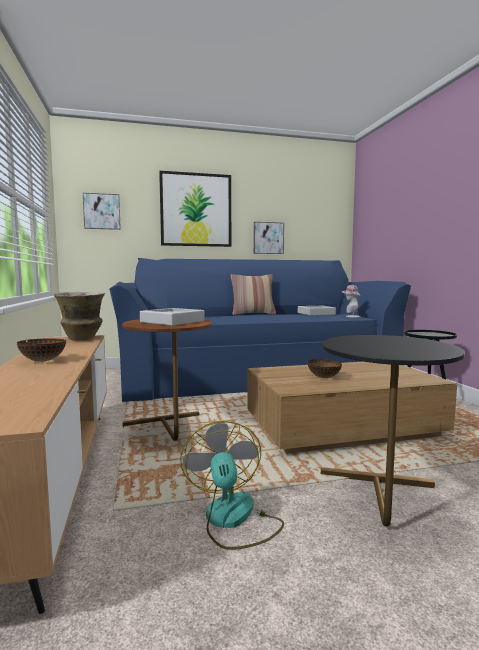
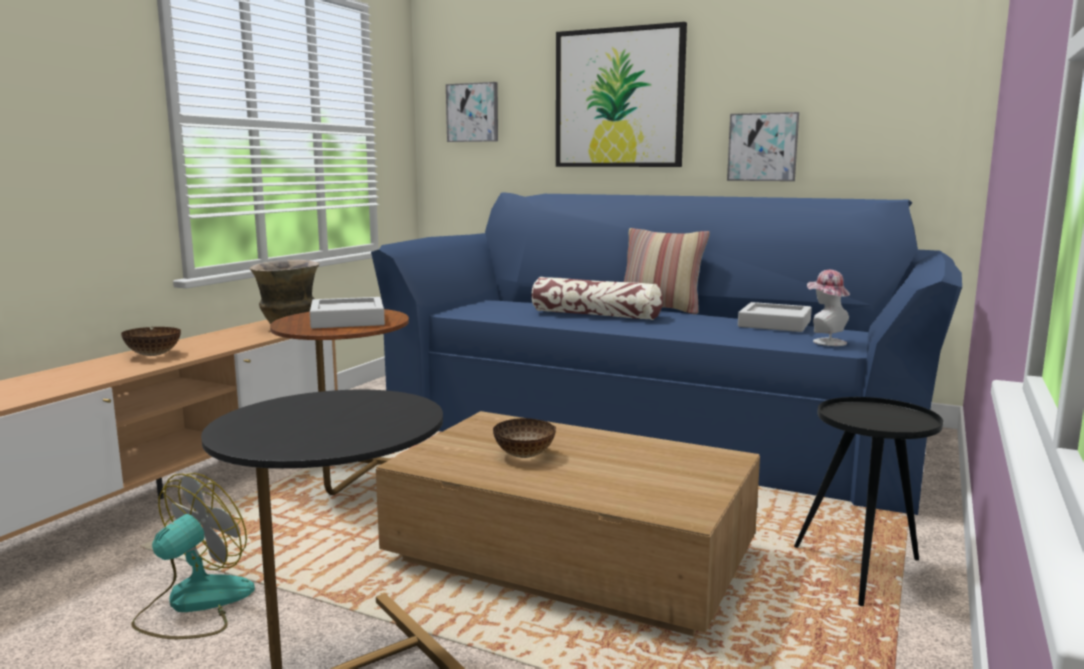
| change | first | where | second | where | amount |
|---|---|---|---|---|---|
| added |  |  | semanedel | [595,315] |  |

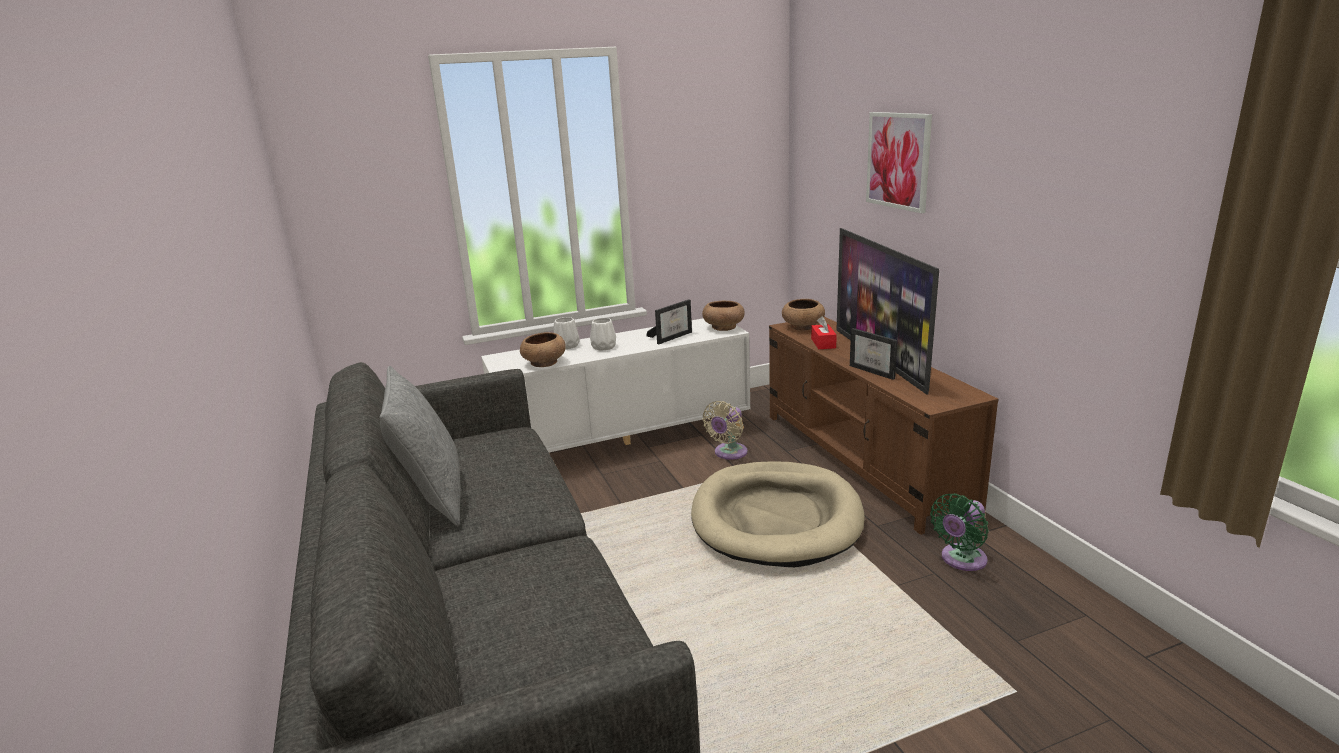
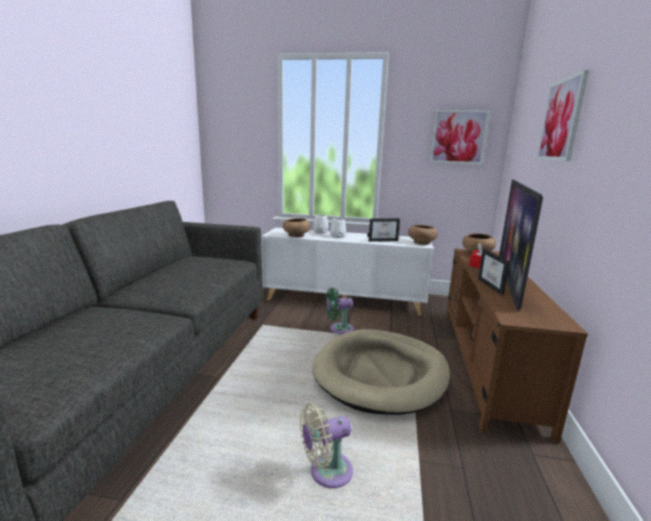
| change | first | where | second | where | amount |
|---|---|---|---|---|---|
| removed | grey semanedel | [432,497] |  |  |  |
| moved | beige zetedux | [728,453] |  | [326,472] |  |
| moved | green zetedux | [961,560] |  | [339,329] |  |
| added |  |  | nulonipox | [458,137] |  |

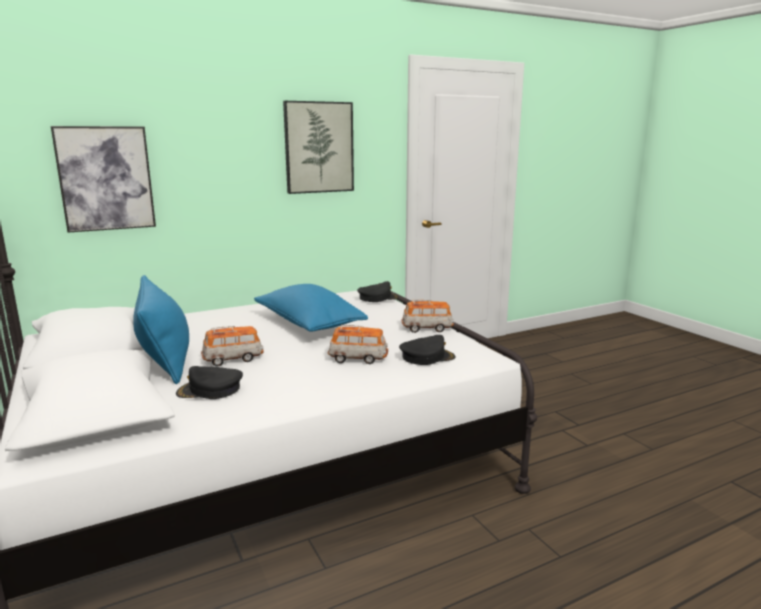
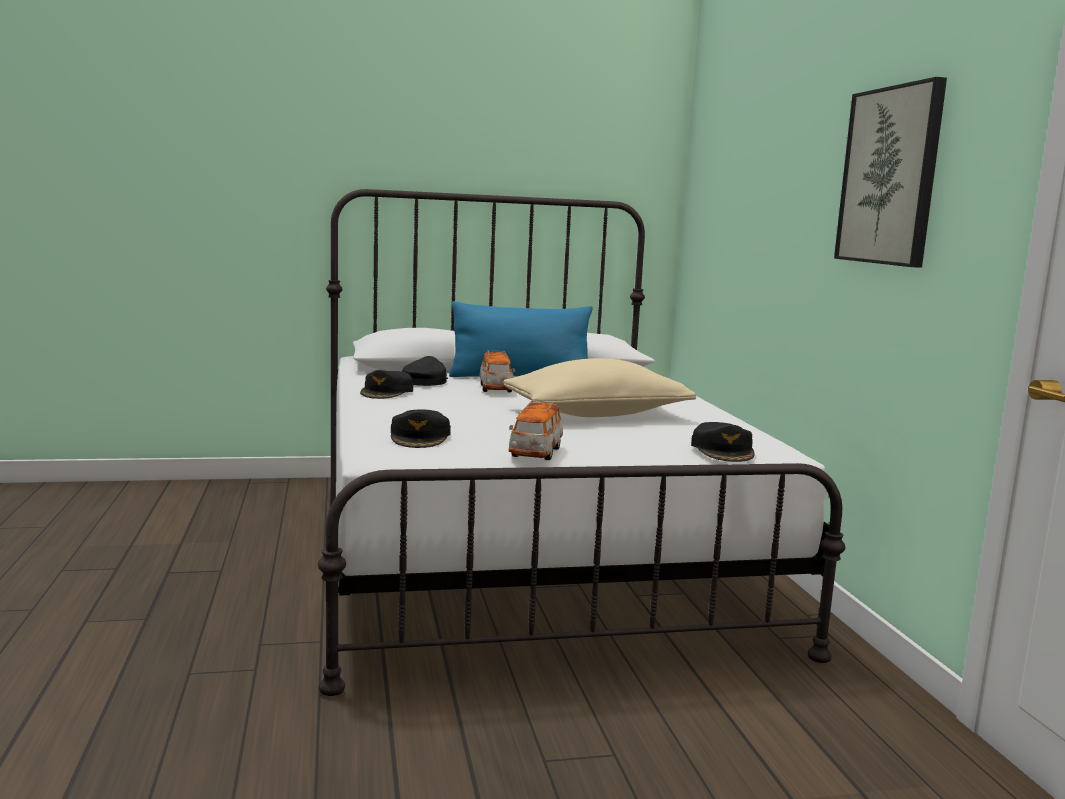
| change | first | where | second | where | amount |
|---|---|---|---|---|---|
| removed | nulonipox | [106,178] |  |  |  |
| recoloured | blue semanedel | [308,325] | beige semanedel | [596,414] |  |
| removed | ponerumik | [358,359] |  |  |  |
| added |  |  | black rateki | [387,392] |  |

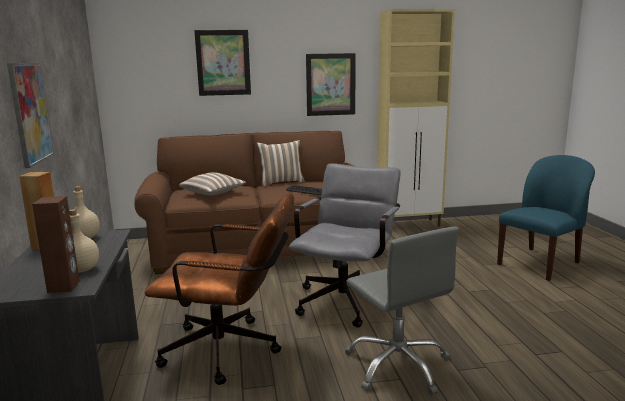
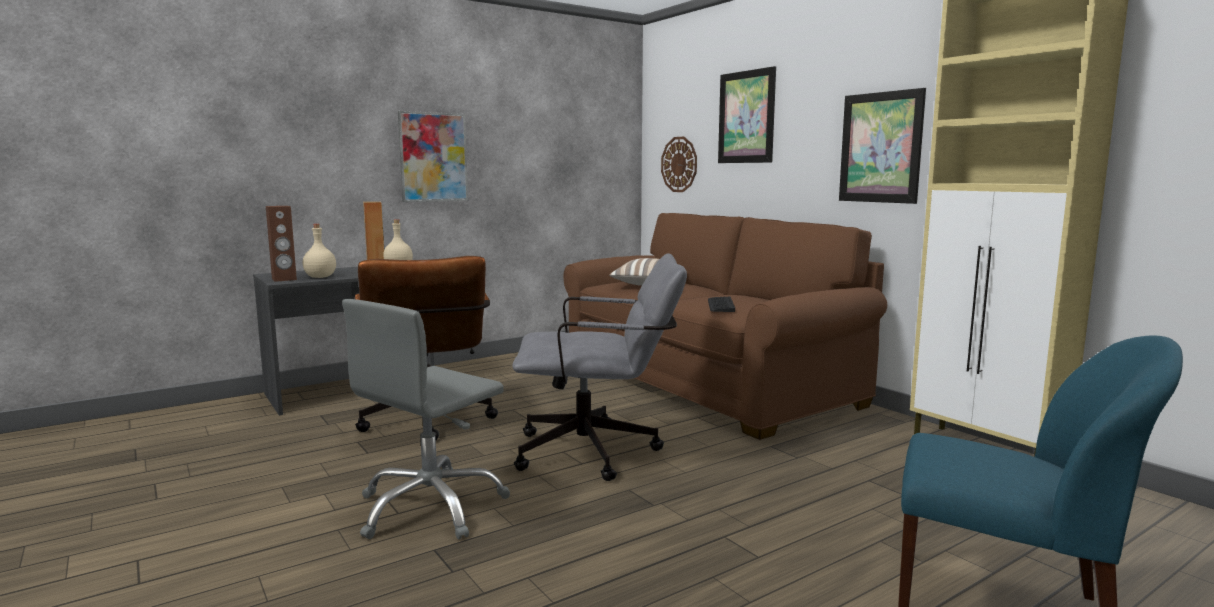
| change | first | where | second | where | amount |
|---|---|---|---|---|---|
| removed | semanedel | [281,182] |  |  |  |
| added |  |  | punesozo | [679,164] |  |

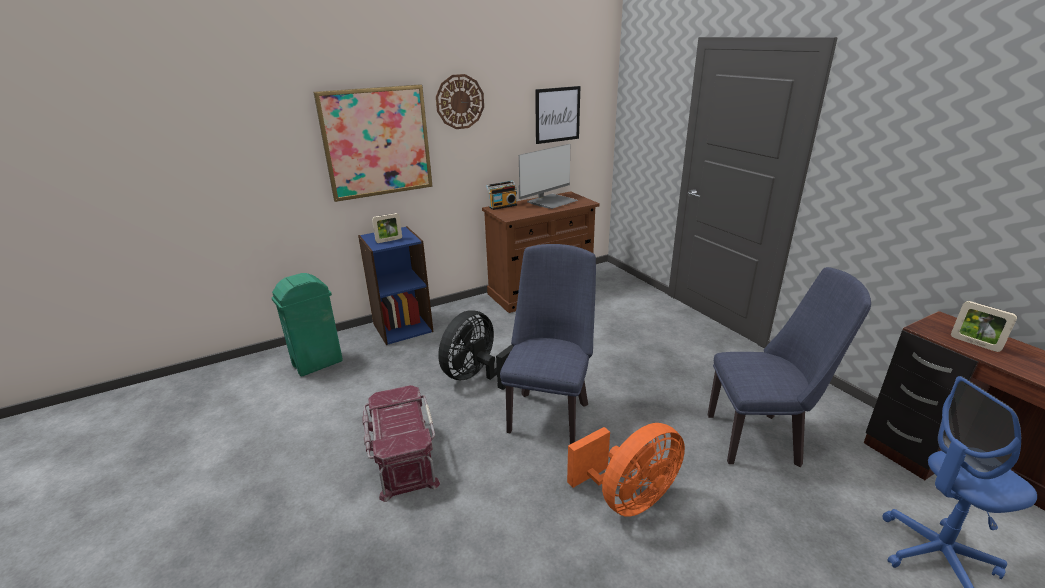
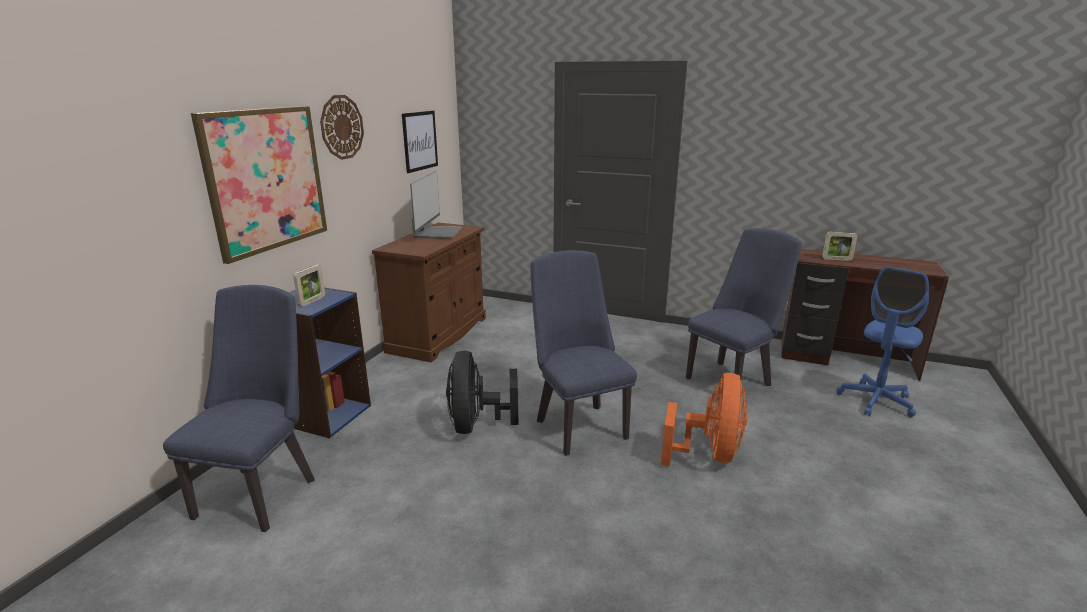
| change | first | where | second | where | amount |
|---|---|---|---|---|---|
| removed | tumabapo | [502,206] |  |  |  |
| replaced | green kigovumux | [318,363] | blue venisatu | [261,491] |  |
| removed | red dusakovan | [402,457] |  |  |  |

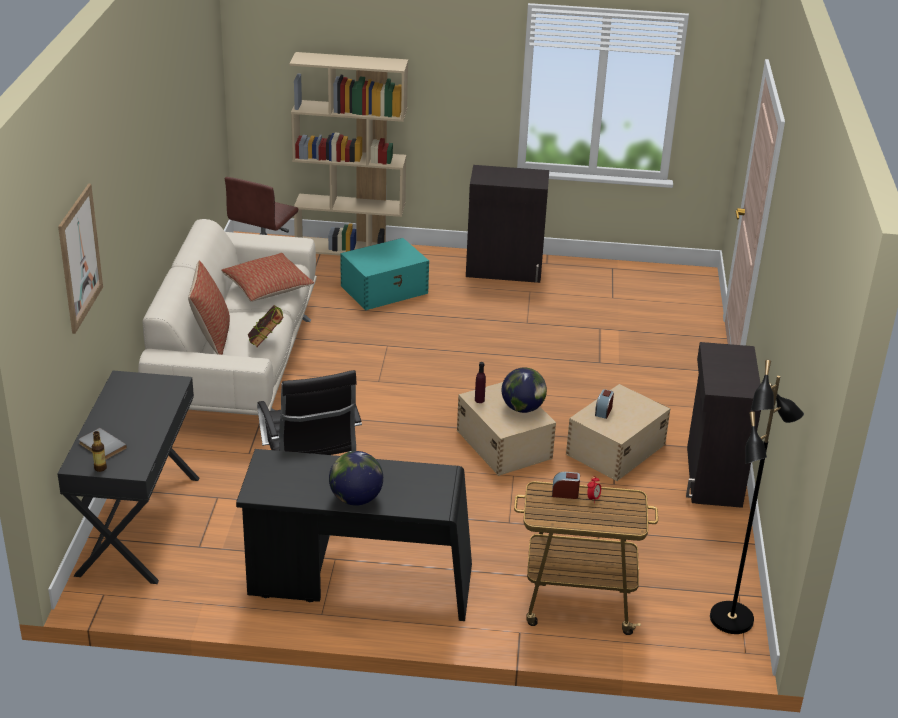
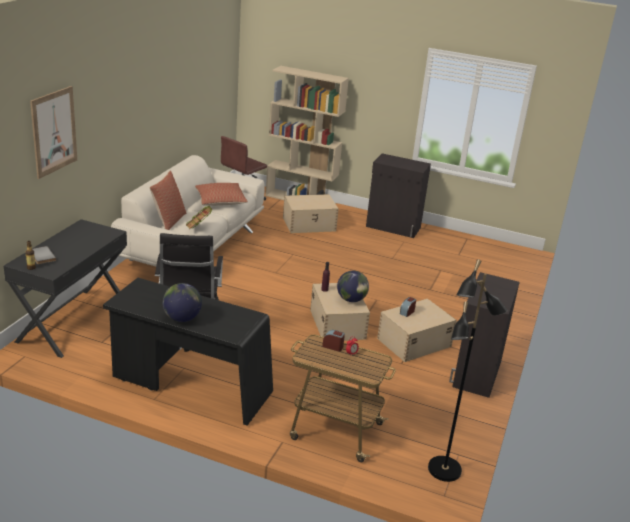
| change | first | where | second | where | amount |
|---|---|---|---|---|---|
| recoloured | turquoise dusakovan | [385,289] | beige dusakovan | [309,224] |  |

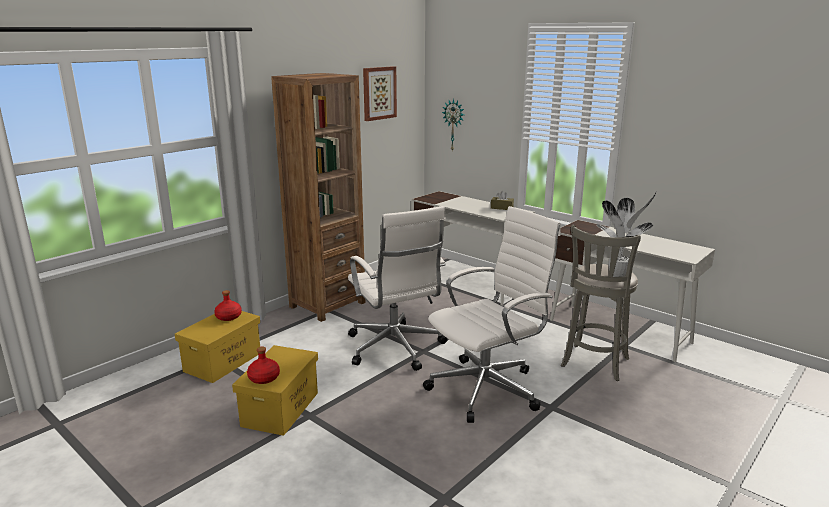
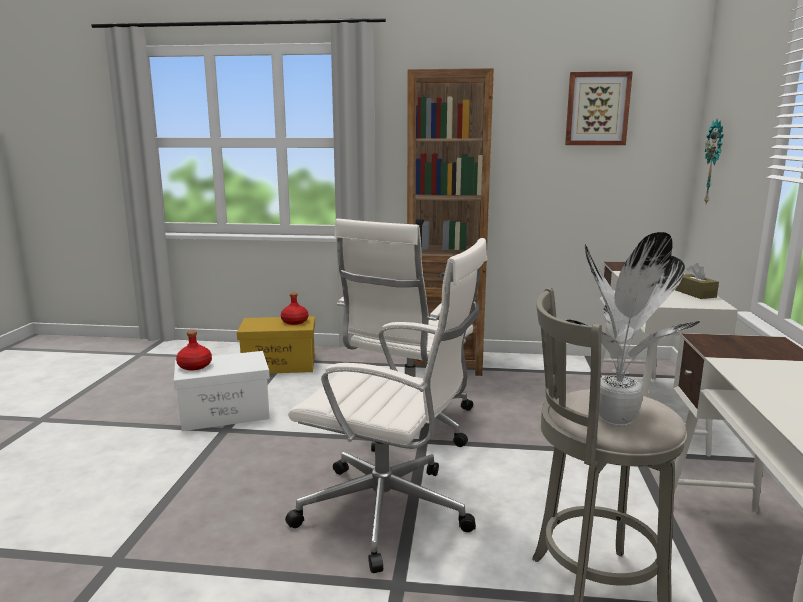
| change | first | where | second | where | amount |
|---|---|---|---|---|---|
| recoloured | yellow dusakovan | [280,408] | white dusakovan | [226,413] |  |

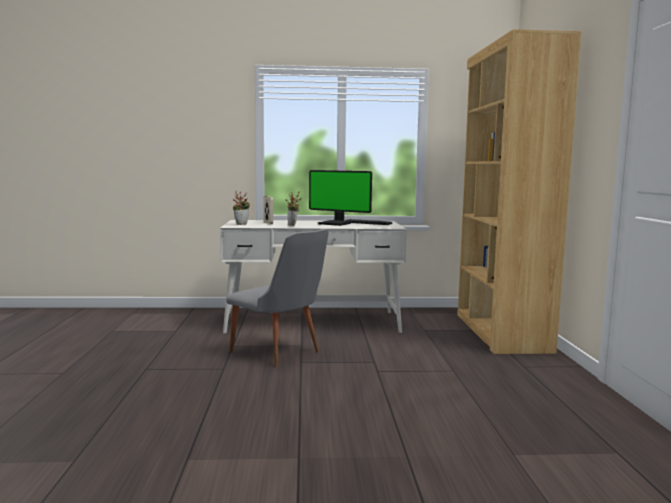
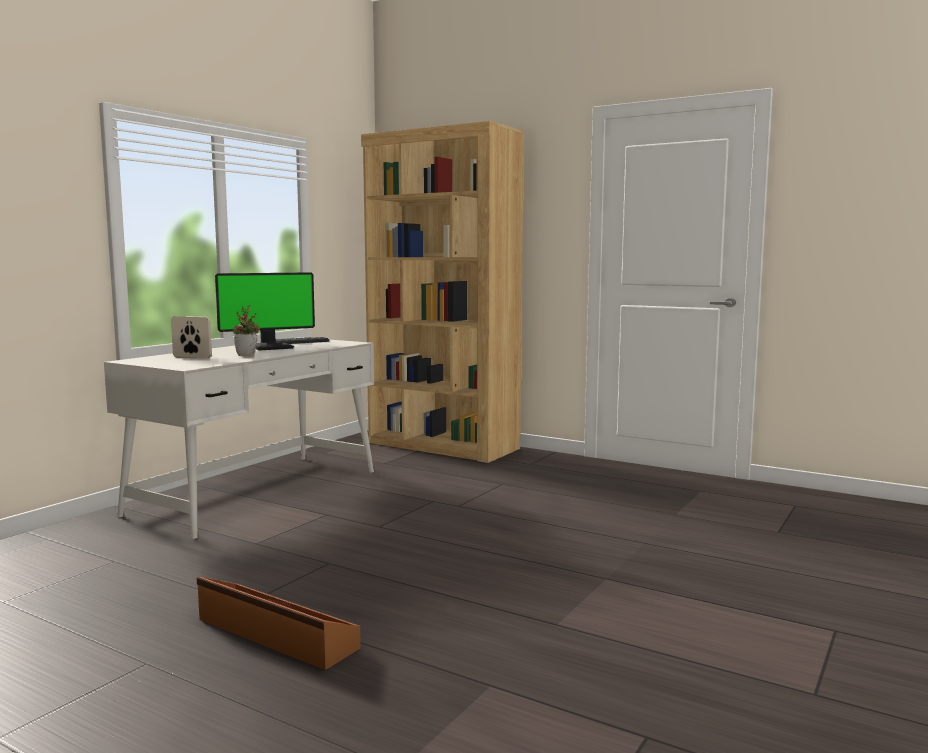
| change | first | where | second | where | amount |
|---|---|---|---|---|---|
| removed | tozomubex | [241,224] |  |  |  |
| removed | grey venisatu | [280,353] |  |  |  |
| added |  |  | brown dusakovan | [275,634] |  |

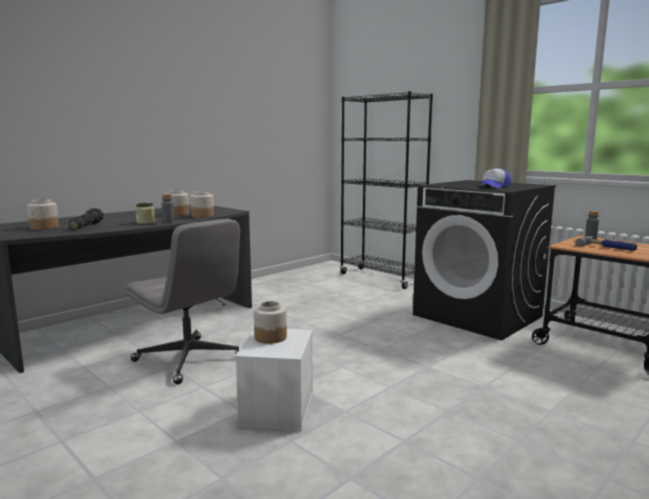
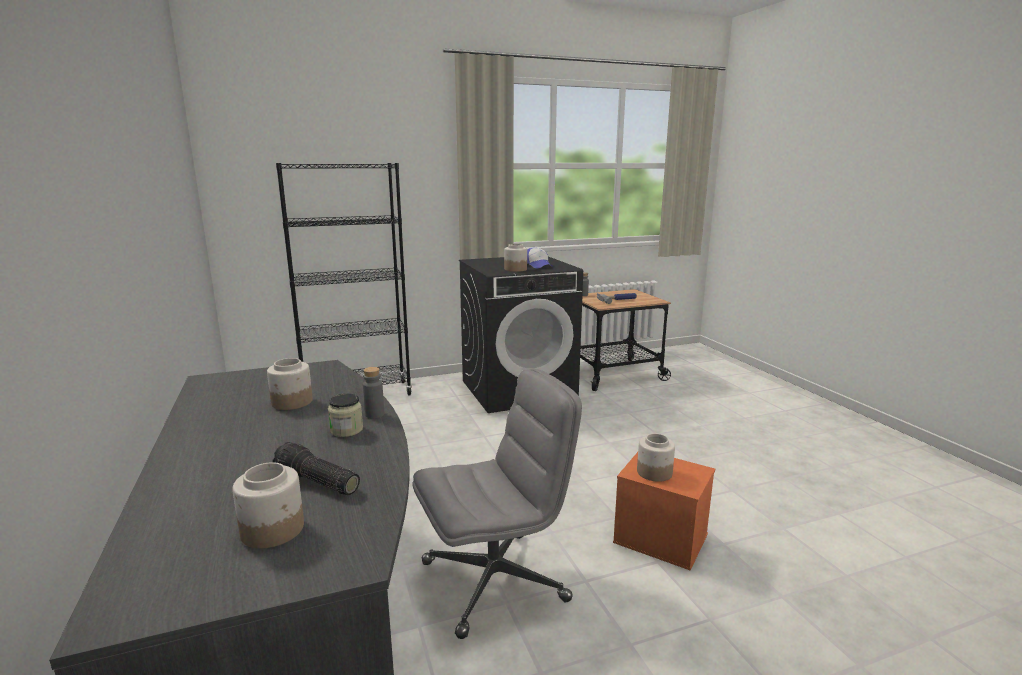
| change | first | where | second | where | amount |
|---|---|---|---|---|---|
| moved | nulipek | [203,216] |  | [515,269] |  |
| recoloured | white dusakovan | [277,408] | orange dusakovan | [659,538] |  |

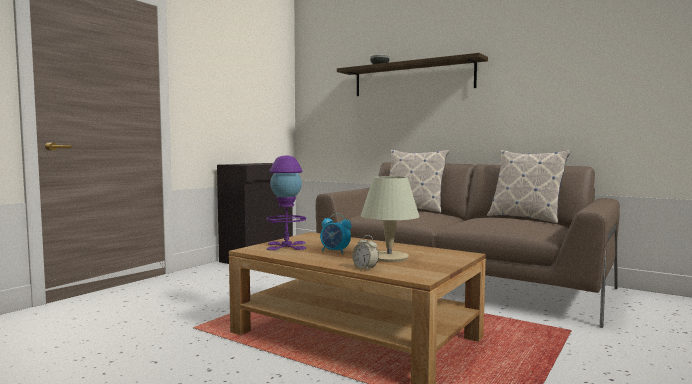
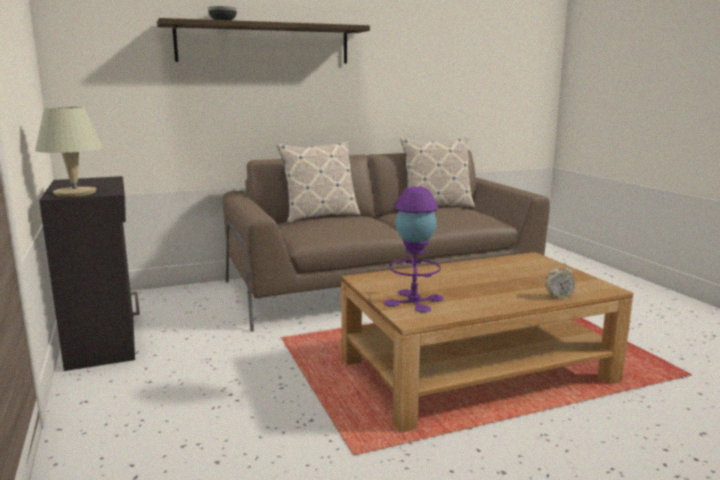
| change | first | where | second | where | amount |
|---|---|---|---|---|---|
| moved | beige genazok | [389,258] |  | [75,193] |  |
| removed | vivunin | [335,251] |  |  |  |

